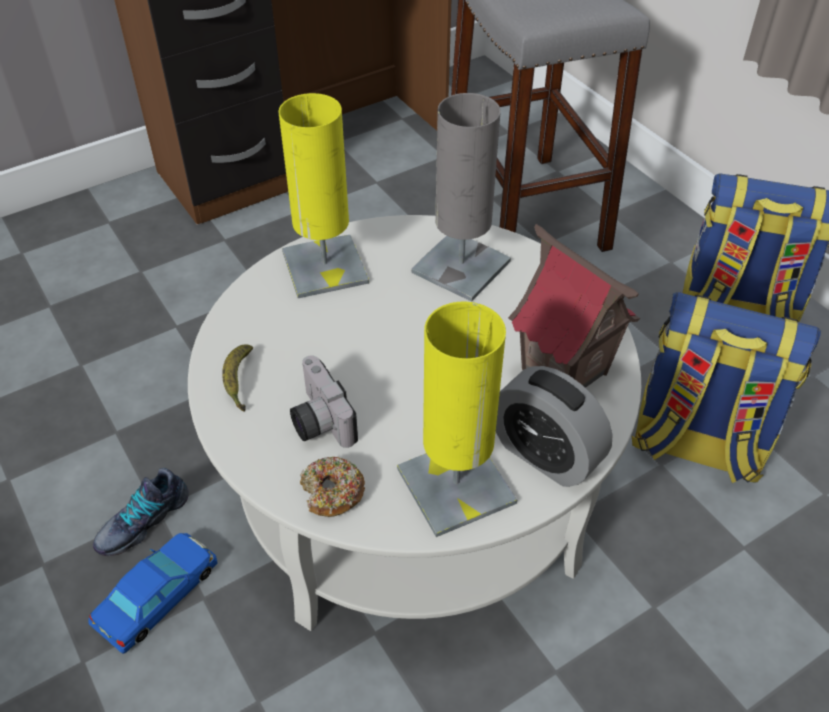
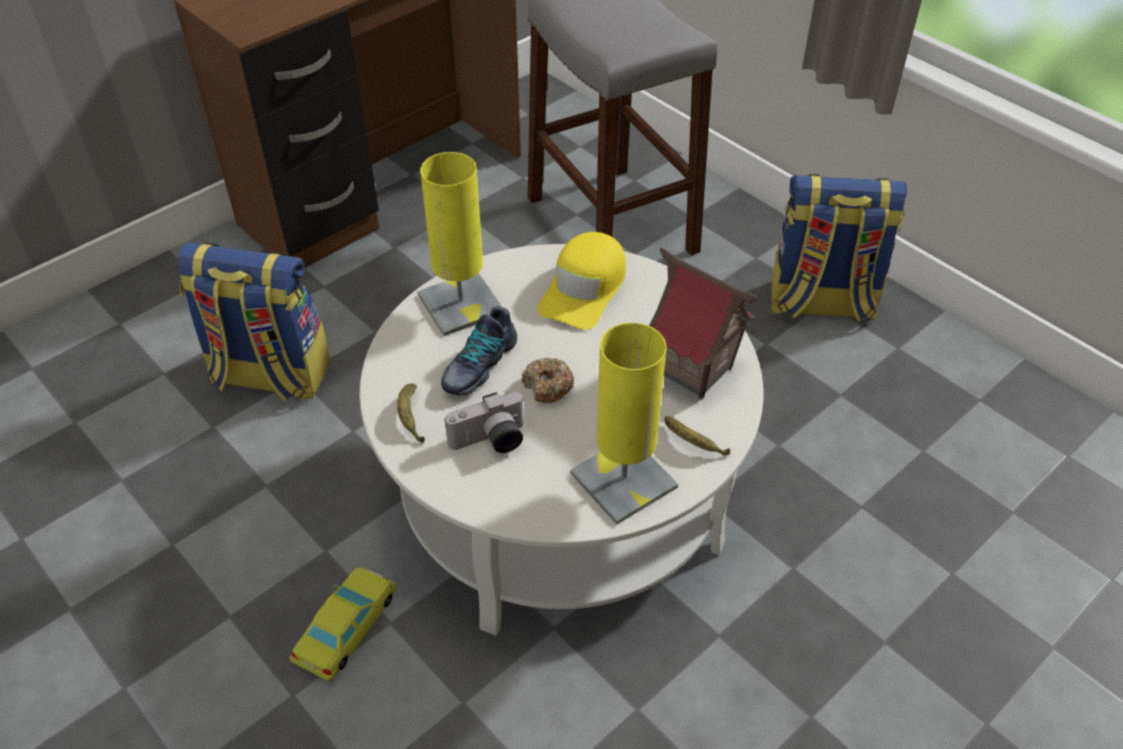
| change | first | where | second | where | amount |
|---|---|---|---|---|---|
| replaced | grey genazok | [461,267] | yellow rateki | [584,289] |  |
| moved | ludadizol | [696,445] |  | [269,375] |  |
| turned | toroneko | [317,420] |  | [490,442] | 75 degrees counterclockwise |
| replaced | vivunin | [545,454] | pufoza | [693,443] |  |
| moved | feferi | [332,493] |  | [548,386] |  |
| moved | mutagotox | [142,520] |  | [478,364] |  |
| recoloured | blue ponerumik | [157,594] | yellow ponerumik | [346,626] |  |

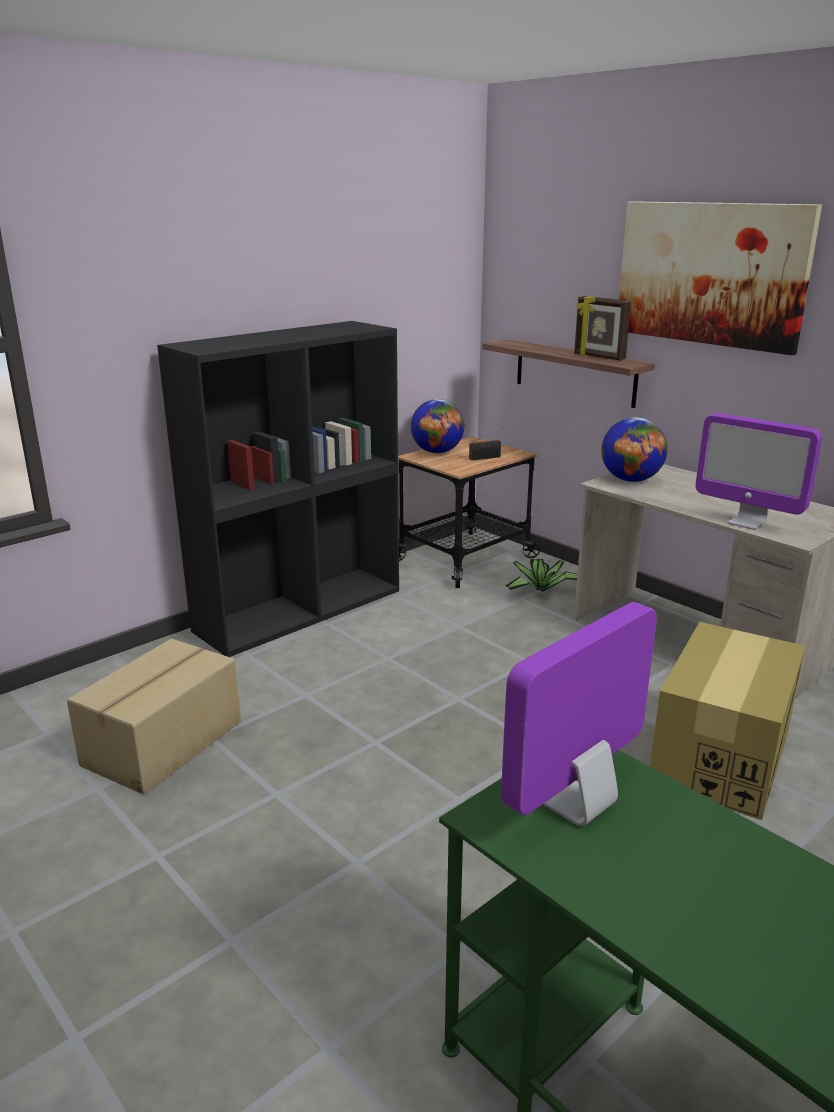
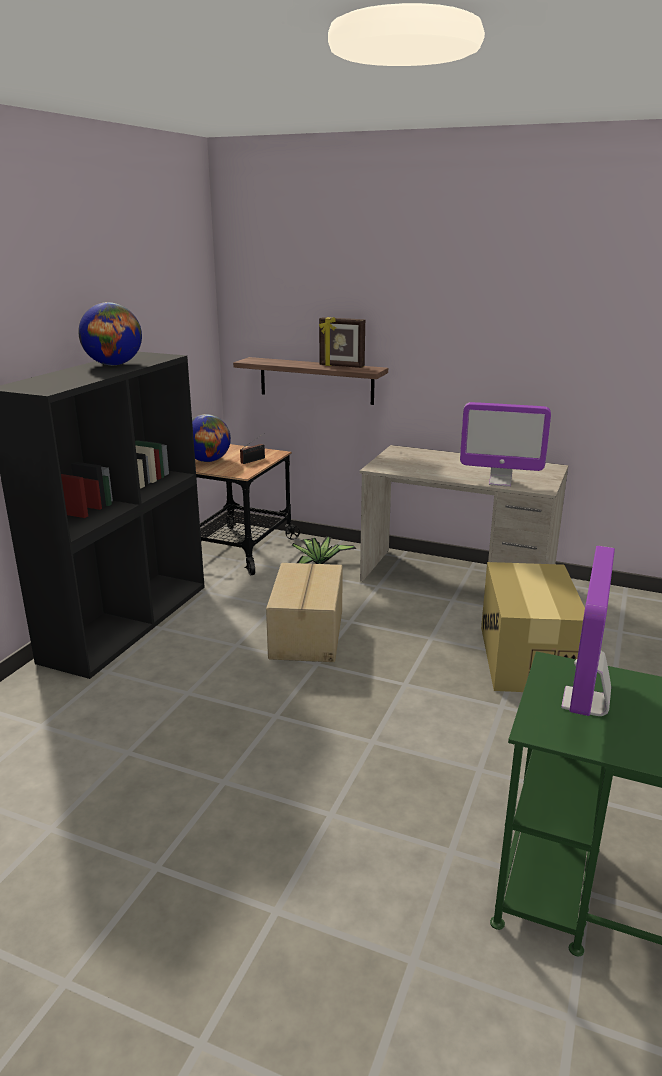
| change | first | where | second | where | amount |
|---|---|---|---|---|---|
| removed | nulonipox | [710,274] |  |  |  |
| moved | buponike | [631,480] |  | [114,364] |  |
| moved | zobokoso | [165,743] |  | [308,634] |  |

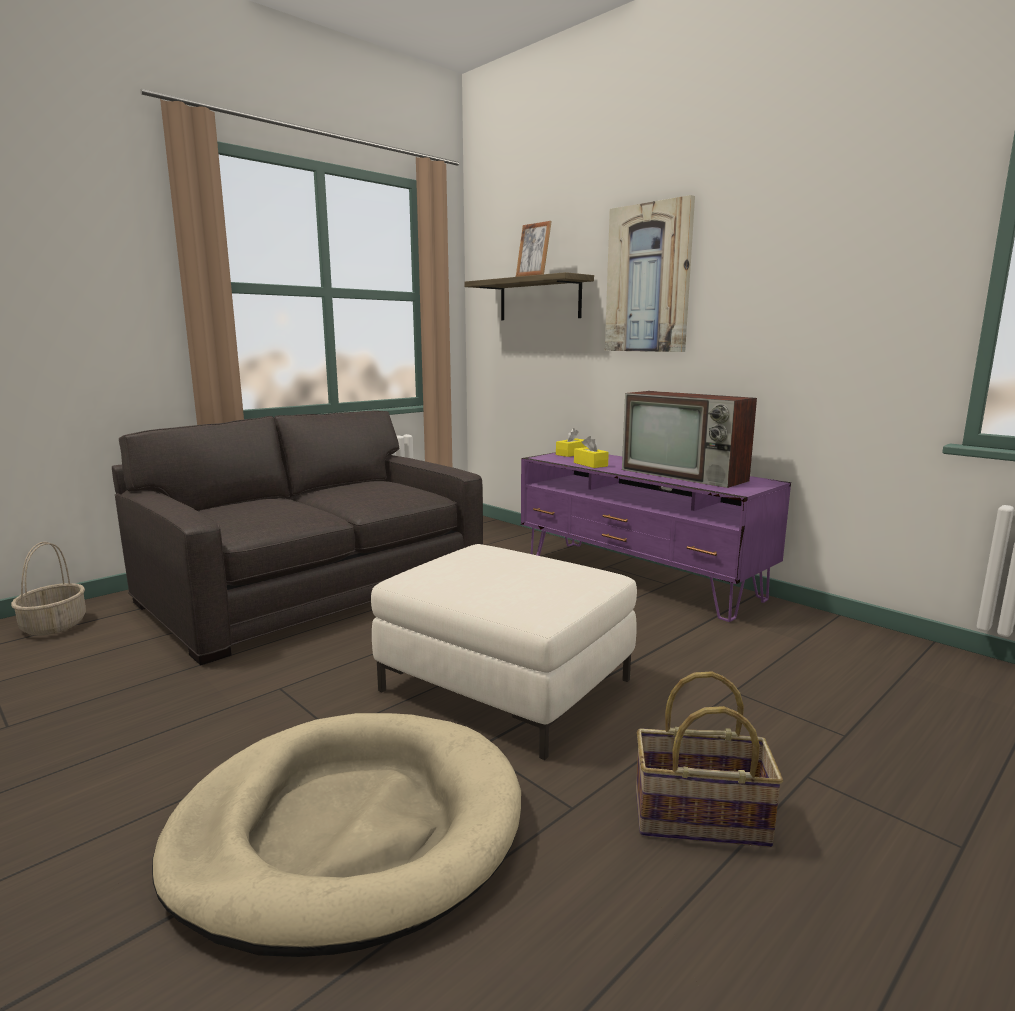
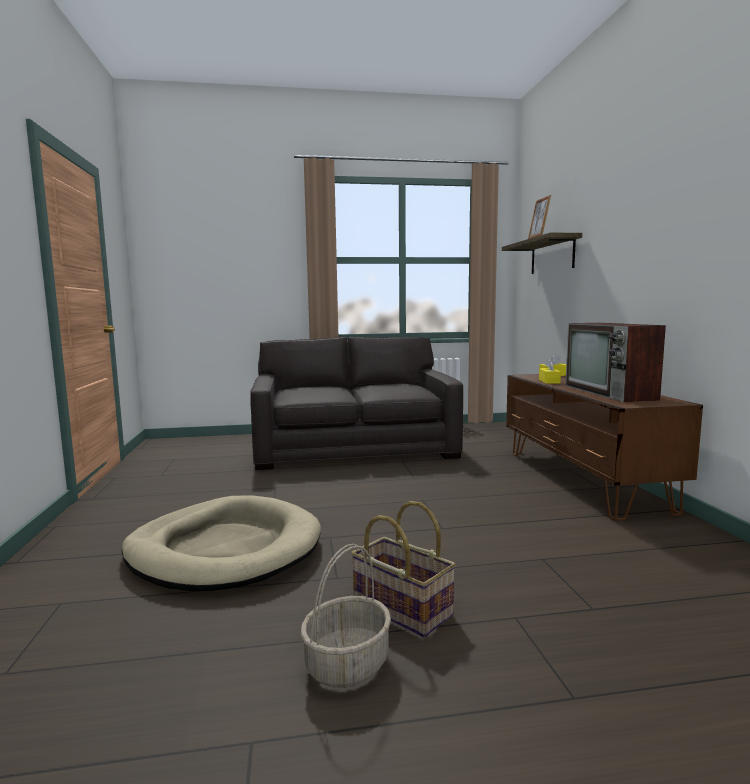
| change | first | where | second | where | amount |
|---|---|---|---|---|---|
| removed | nulonipox | [648,279] |  |  |  |
| recoloured | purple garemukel | [638,577] | brown garemukel | [581,479] |  |
| moved | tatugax | [54,625] |  | [347,663] |  |
| removed | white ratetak | [506,685] |  |  |  |

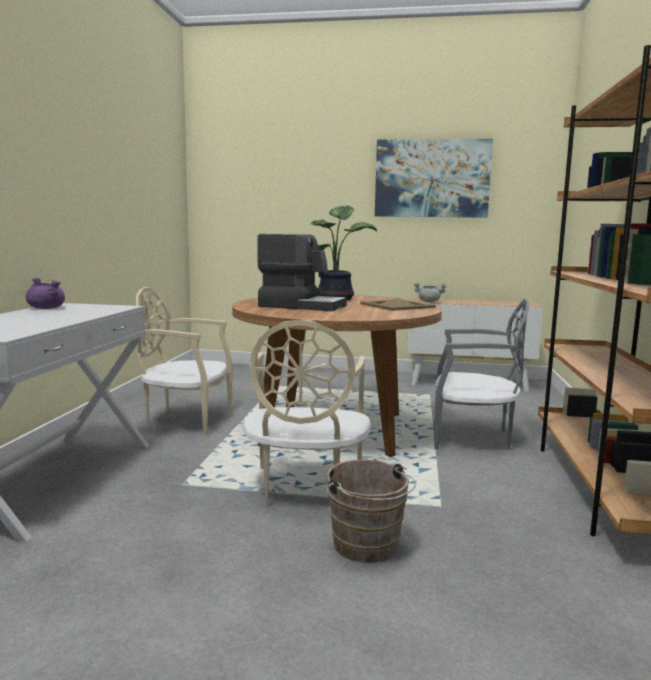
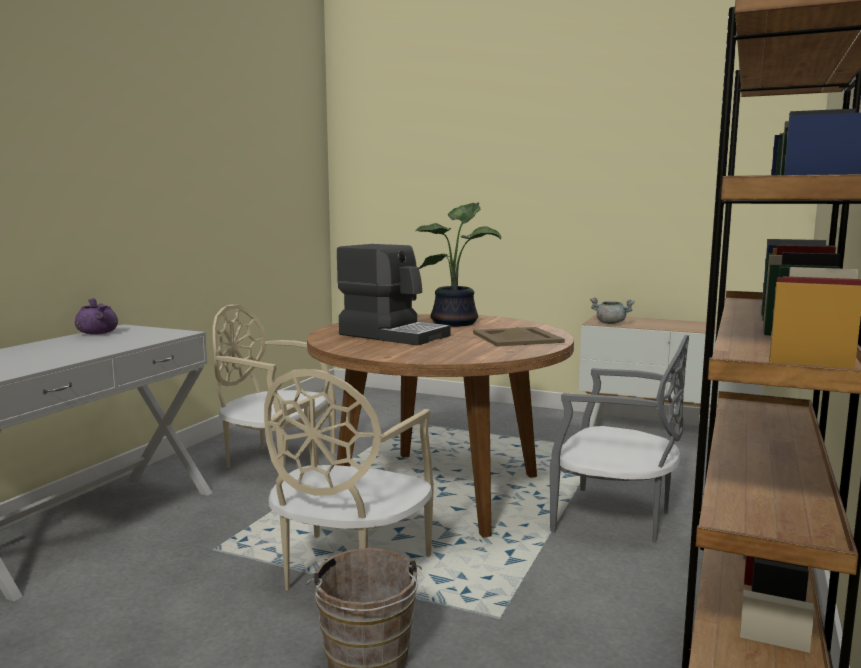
| change | first | where | second | where | amount |
|---|---|---|---|---|---|
| removed | nulonipox | [432,178] |  |  |  |

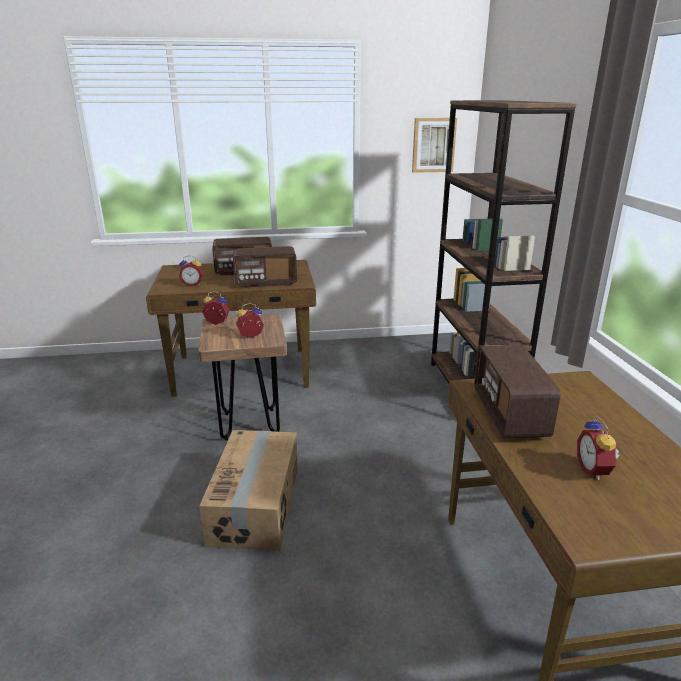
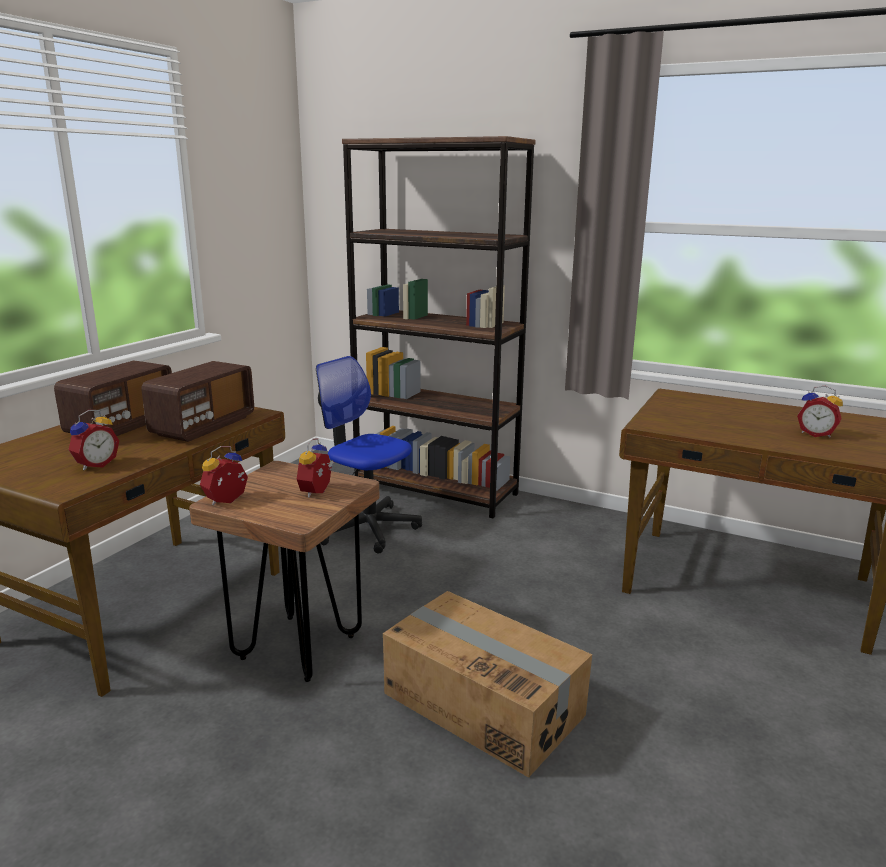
| change | first | where | second | where | amount |
|---|---|---|---|---|---|
| removed | nulonipox | [433,145] |  |  |  |
| removed | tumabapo | [509,414] |  |  |  |
| added |  |  | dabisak | [367,528] |  |

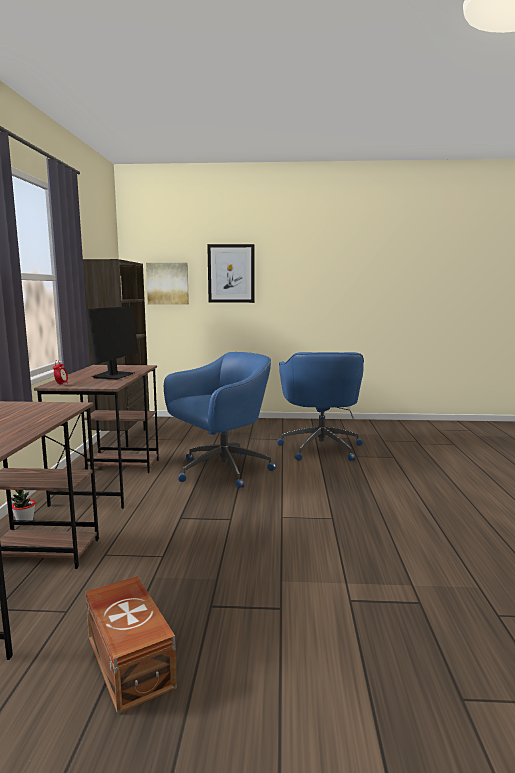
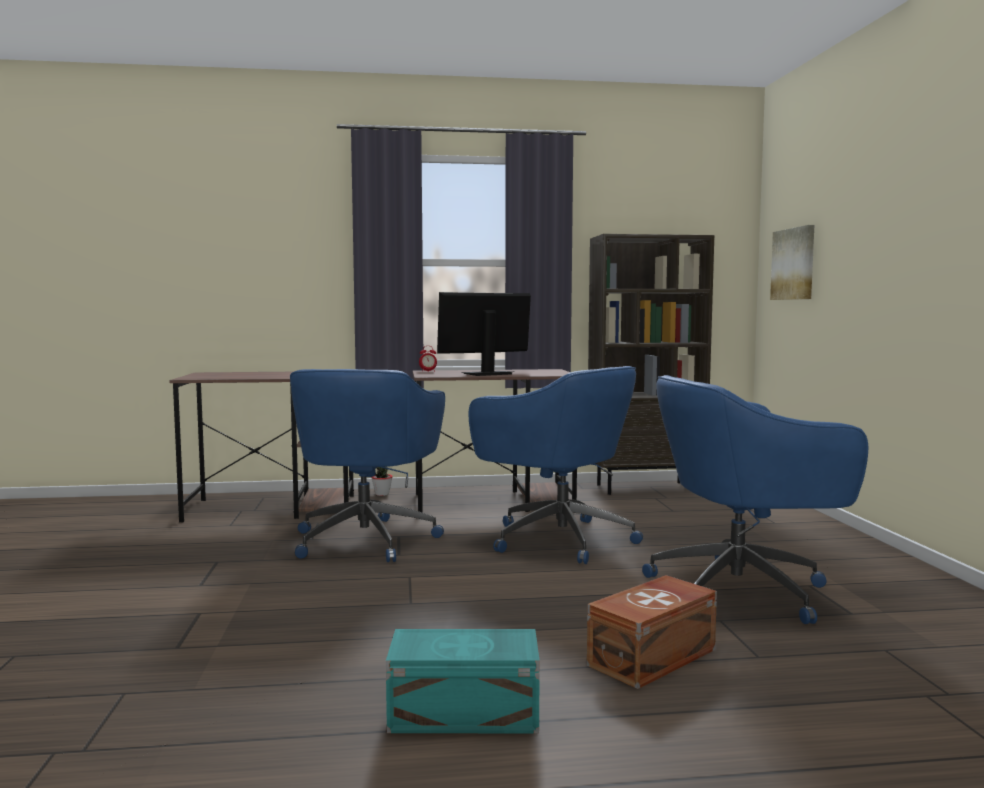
| change | first | where | second | where | amount |
|---|---|---|---|---|---|
| removed | nulonipox | [231,273] |  |  |  |
| turned | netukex | [113,376] |  | [487,374] | 150 degrees clockwise |
| moved | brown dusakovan | [131,659] |  | [655,657] |  |
| added |  |  | blue dabisak | [366,539] |  |
| added |  |  | turquoise dusakovan | [466,714] |  |

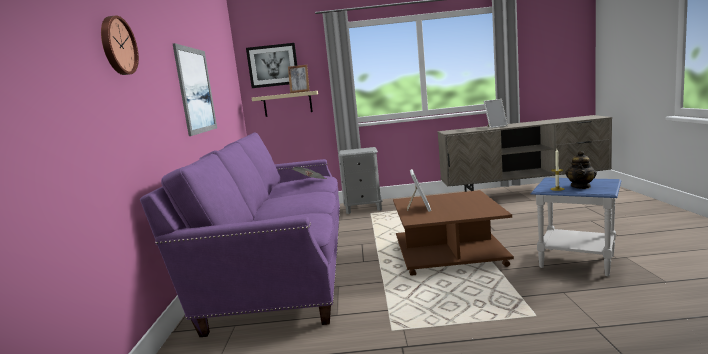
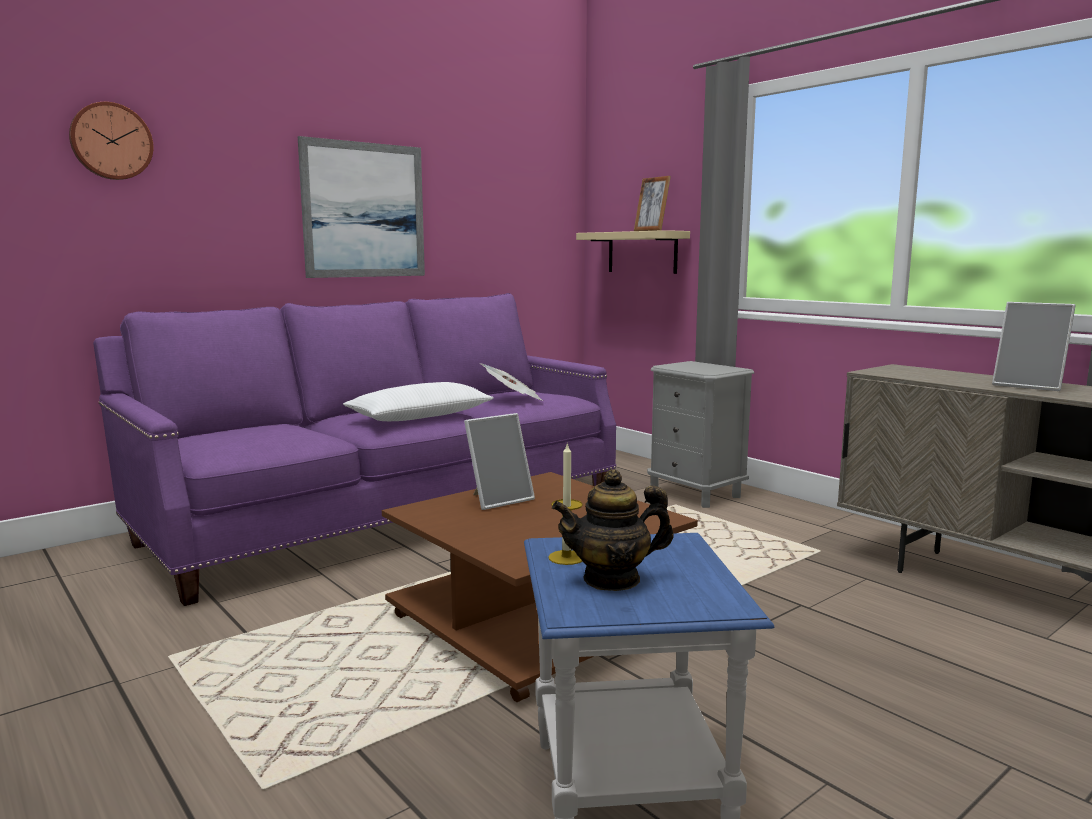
| change | first | where | second | where | amount |
|---|---|---|---|---|---|
| removed | nulonipox | [273,65] |  |  |  |
| added |  |  | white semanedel | [420,416] |  |

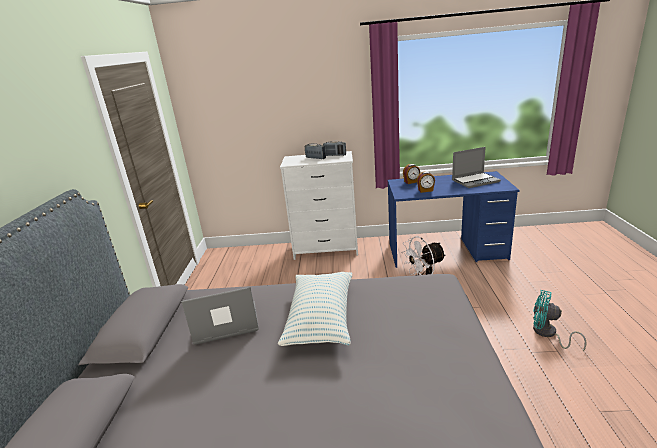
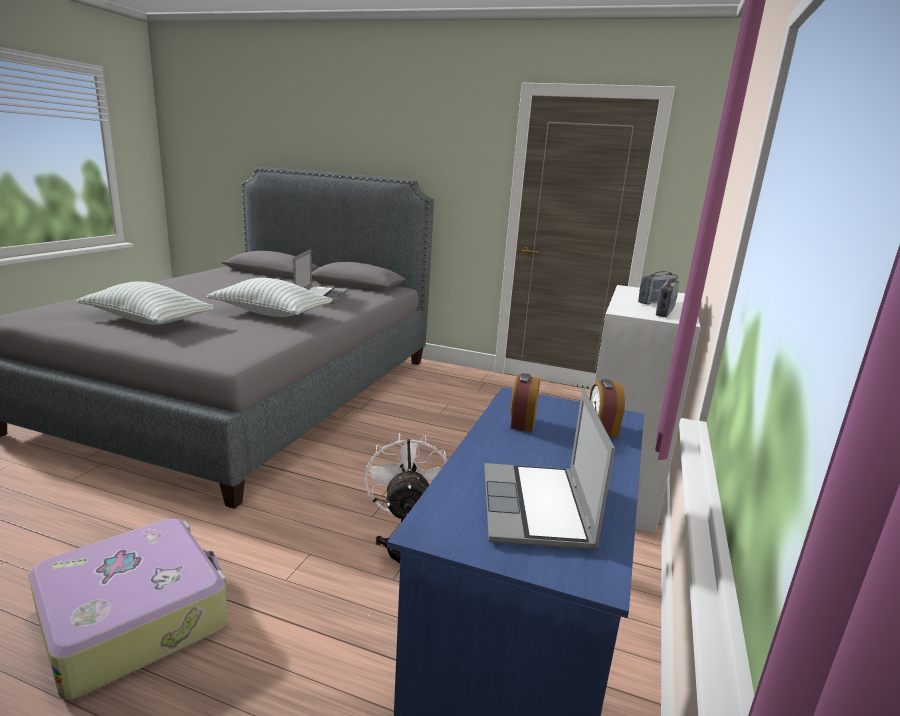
| change | first | where | second | where | amount |
|---|---|---|---|---|---|
| replaced | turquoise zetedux | [548,334] | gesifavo | [135,616] |  |
| added |  |  | semanedel | [148,321] |  |

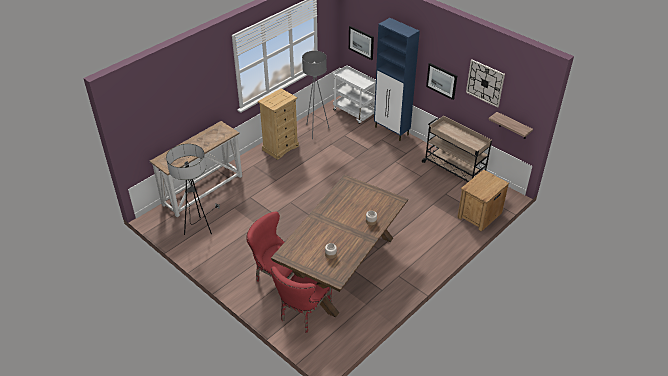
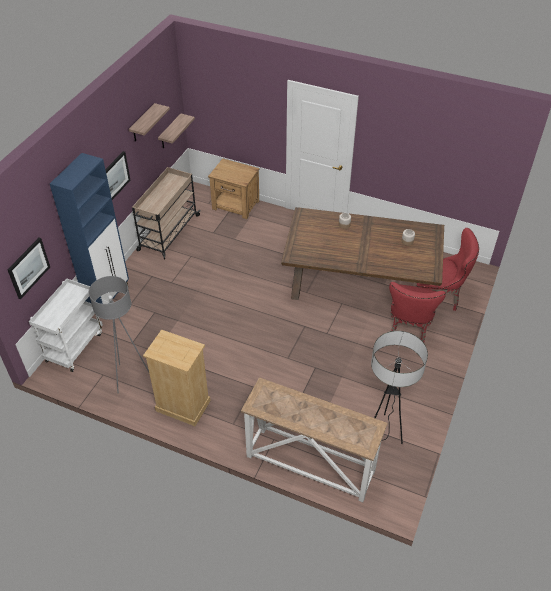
| change | first | where | second | where | amount |
|---|---|---|---|---|---|
| replaced | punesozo | [485,83] | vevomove | [143,123] |  |

